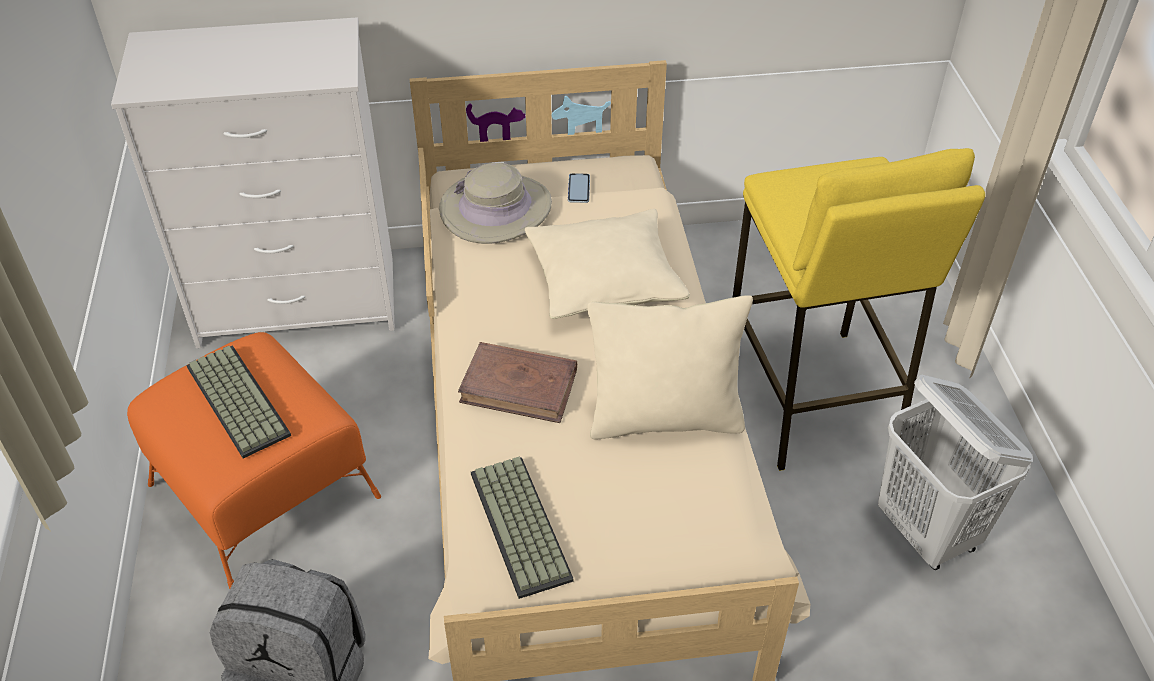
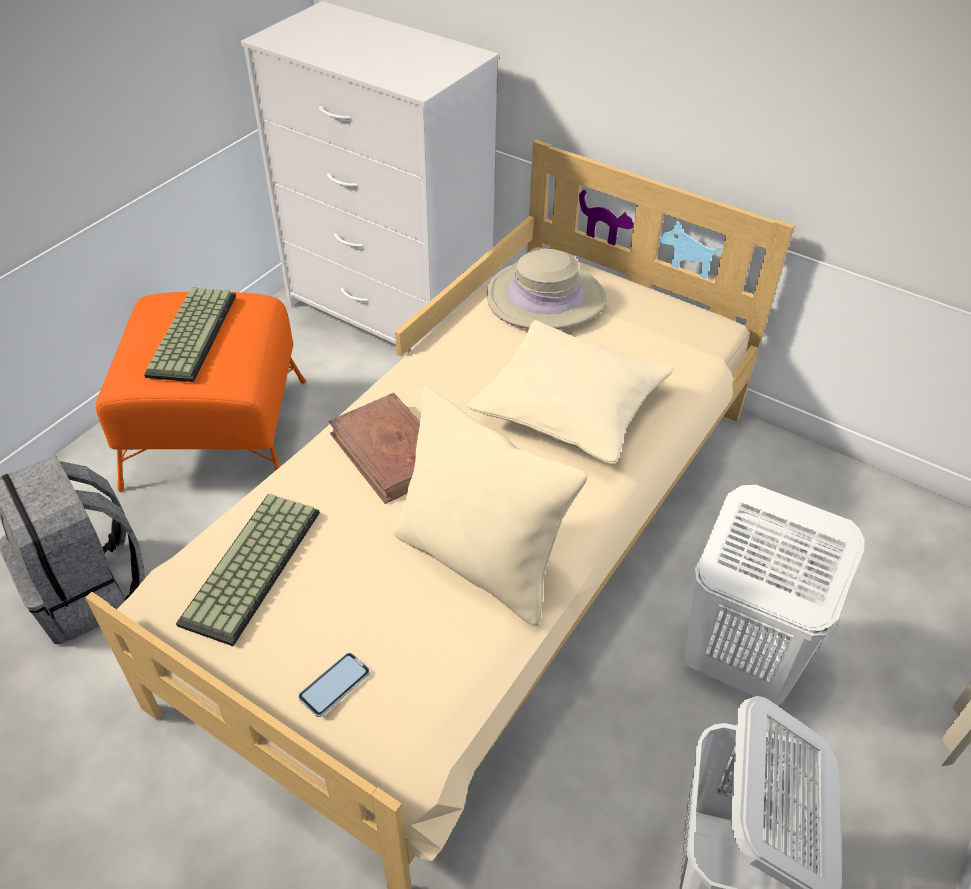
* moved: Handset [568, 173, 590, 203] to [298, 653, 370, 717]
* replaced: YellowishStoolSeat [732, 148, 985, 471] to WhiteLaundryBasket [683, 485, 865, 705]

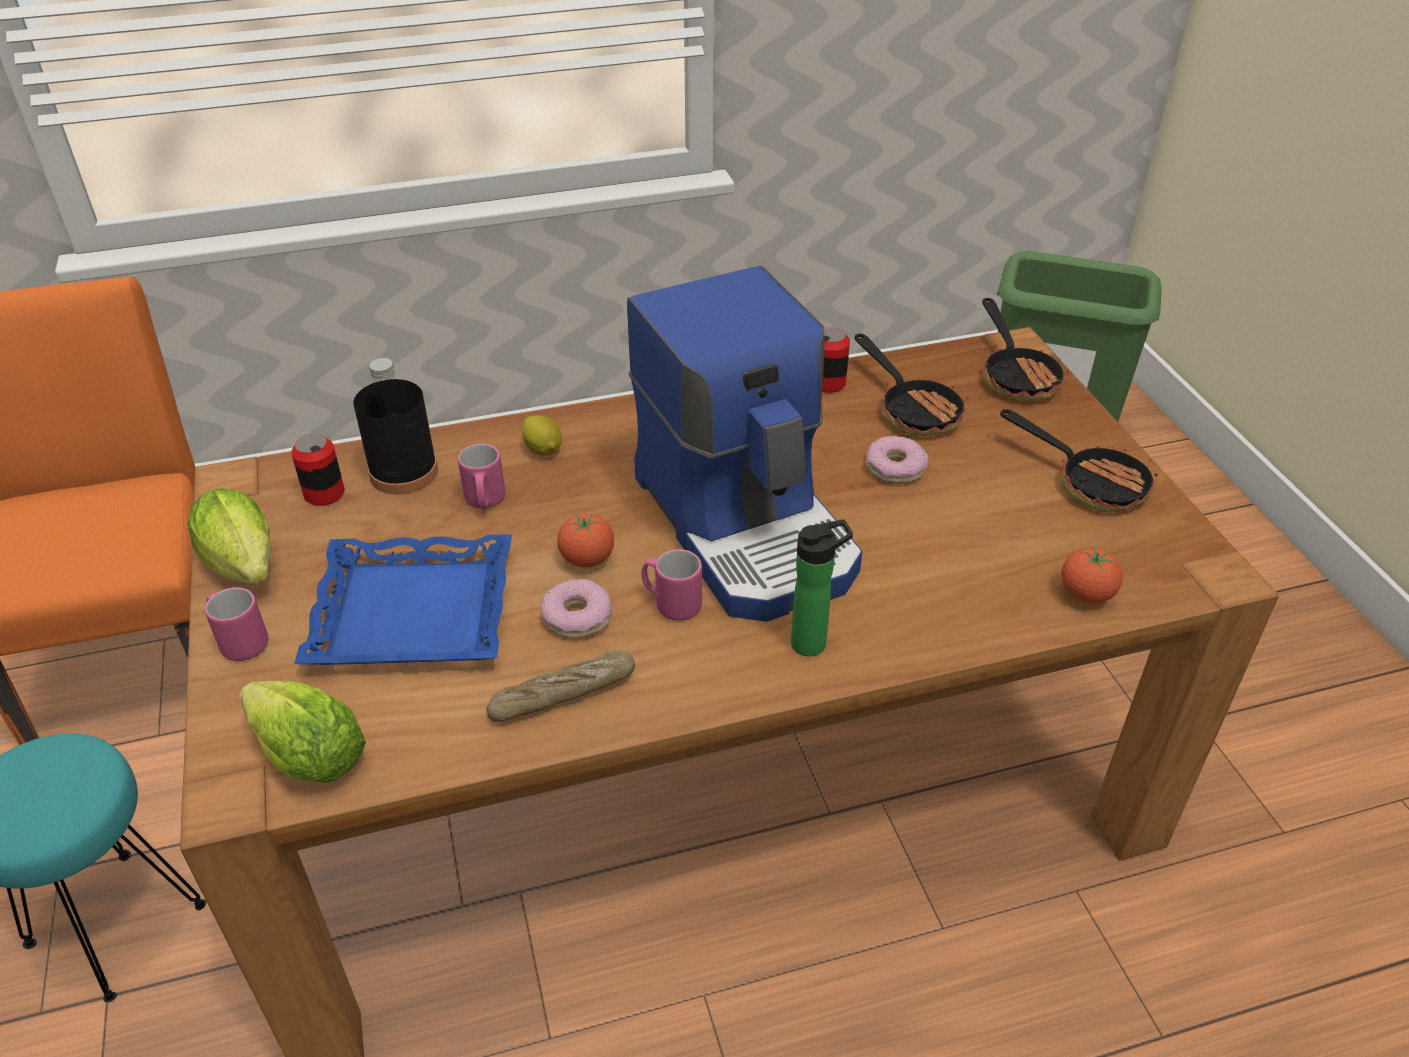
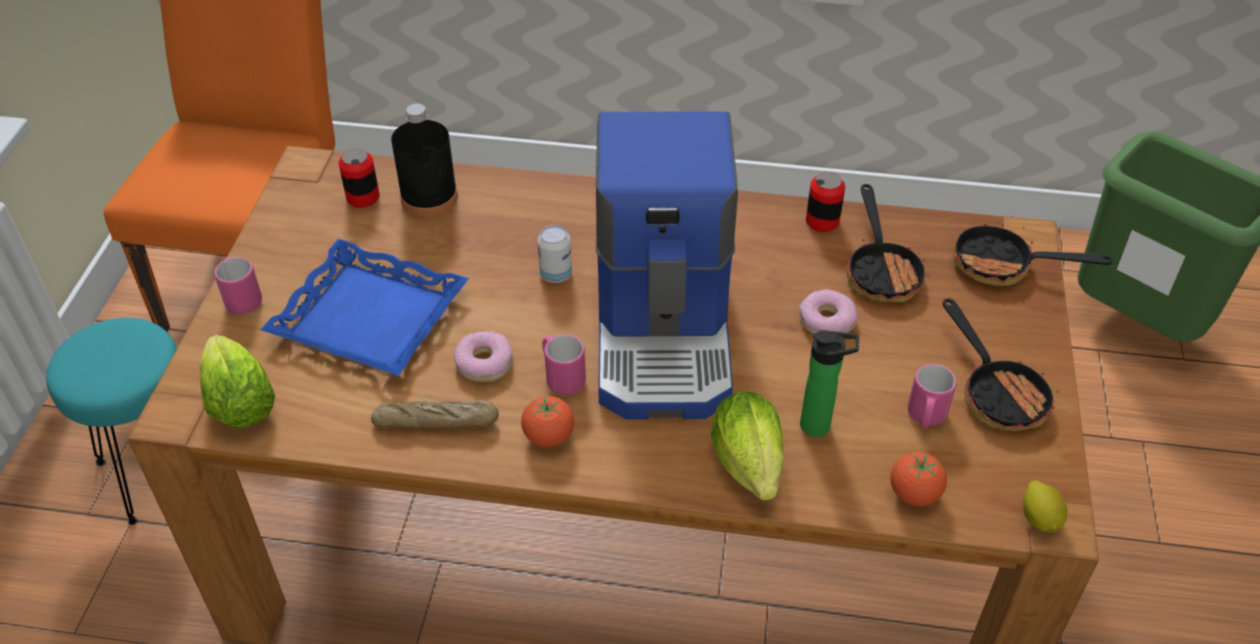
* moved: FreshTomato [557, 514, 614, 567] to [521, 396, 574, 447]
* added: SealedCan [538, 225, 572, 283]
* moved: HeadOfLettuce [187, 488, 271, 584] to [711, 391, 784, 501]
* moved: BeverageBottle [791, 519, 853, 656] to [800, 330, 859, 437]
* moved: PinkCoffeeMug [458, 444, 505, 510] to [908, 364, 957, 429]
* turned: Skillet [982, 298, 1069, 400] = [953, 216, 1113, 286] 90 degrees clockwise
* moved: WholeLemon [522, 415, 562, 456] to [1023, 480, 1068, 532]

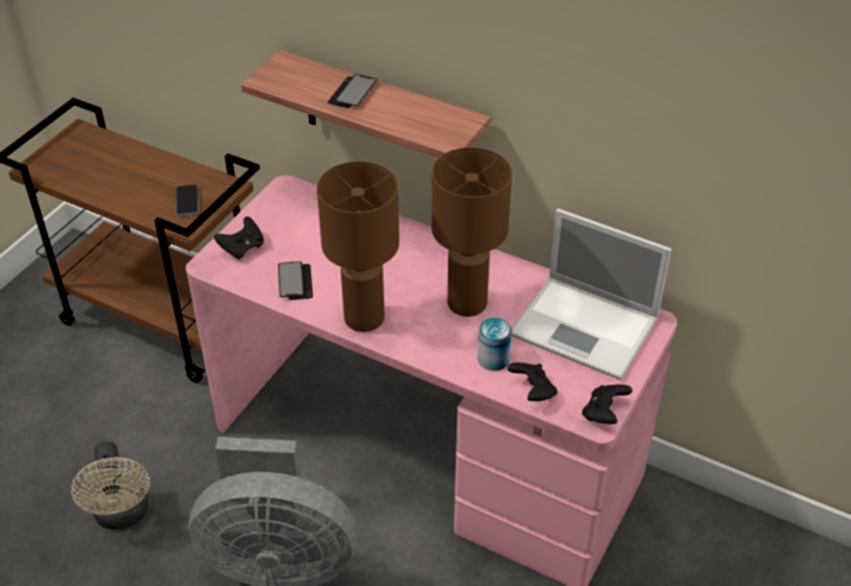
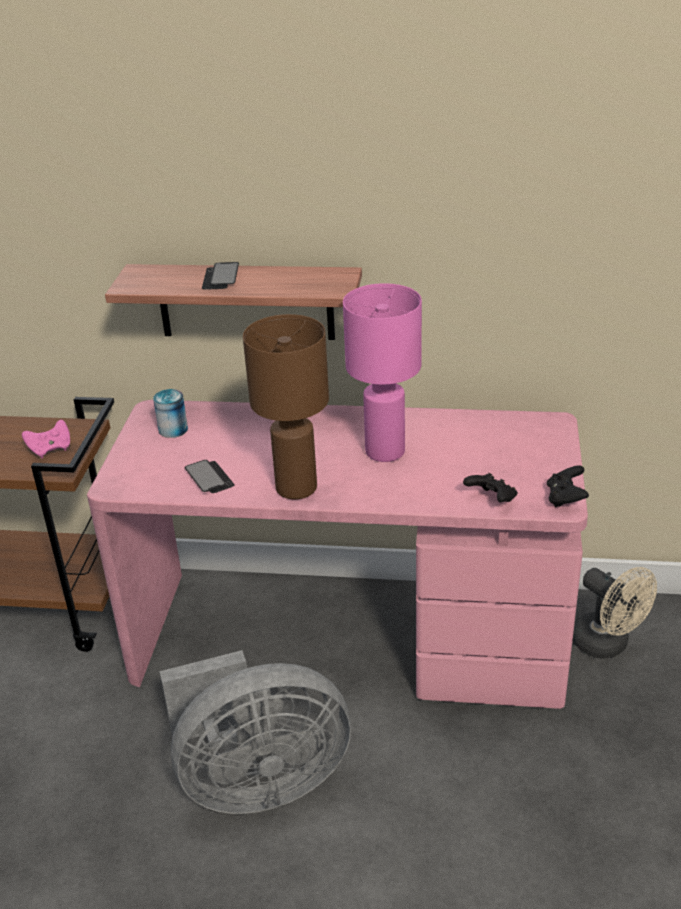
* replaced: Handset [176, 184, 199, 216] to PinkGameController [22, 420, 70, 459]
* moved: SealedCan [478, 317, 512, 371] to [153, 389, 188, 438]
* recoloured: BrownishTabletopLamp [432, 147, 512, 317] to PinkTabletopLamp [343, 283, 422, 462]
* moved: SandColouredCoolingFan [71, 441, 150, 530] to [573, 567, 657, 659]
* removed: BlackGameController [214, 216, 264, 260]
* removed: NotebookComputer [512, 209, 672, 380]

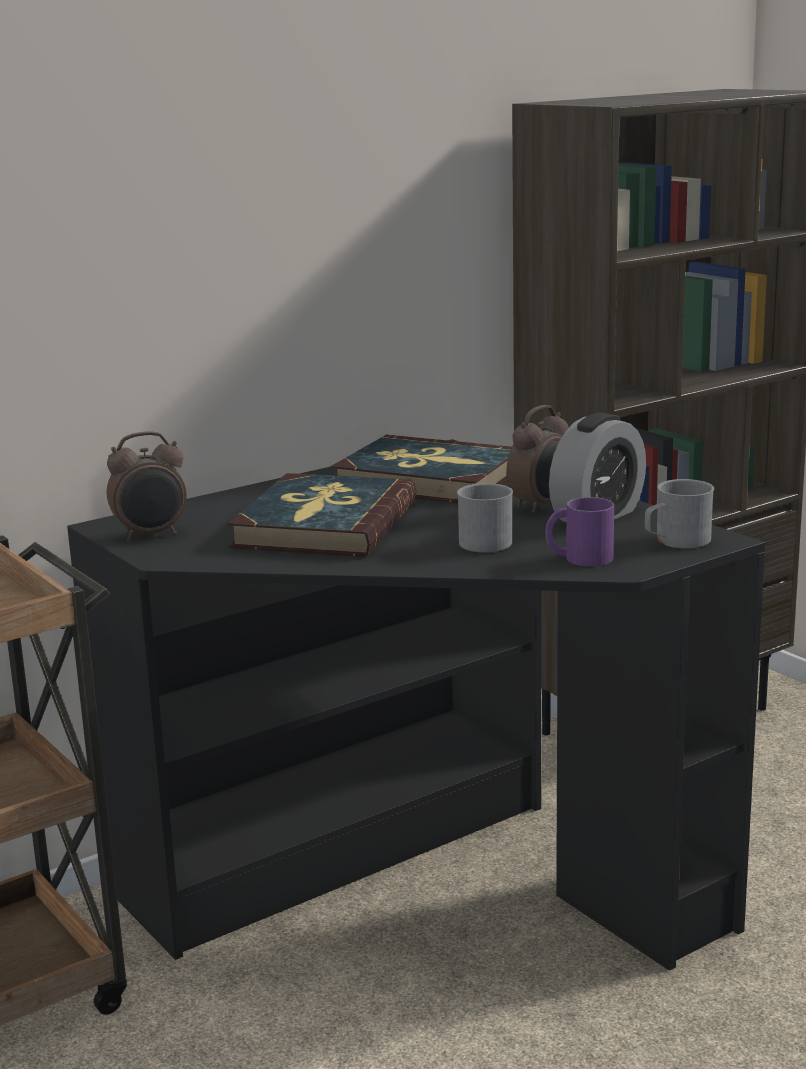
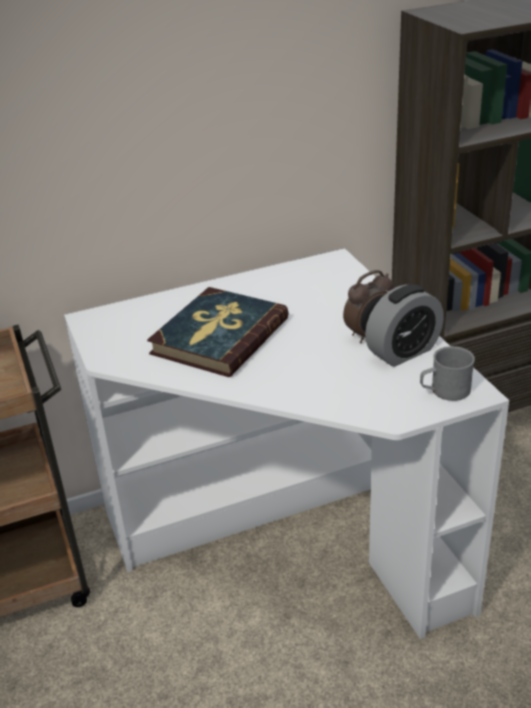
* recoloured: BlackDeskTable [67, 439, 765, 971] to WhiteDeskTable [64, 248, 509, 639]
* removed: TableClock [107, 431, 187, 541]
* removed: Volume [331, 435, 512, 503]
* removed: GrayCoffeeMug [457, 483, 513, 553]
* removed: PurpleColouredCoffeeMug [545, 497, 614, 566]

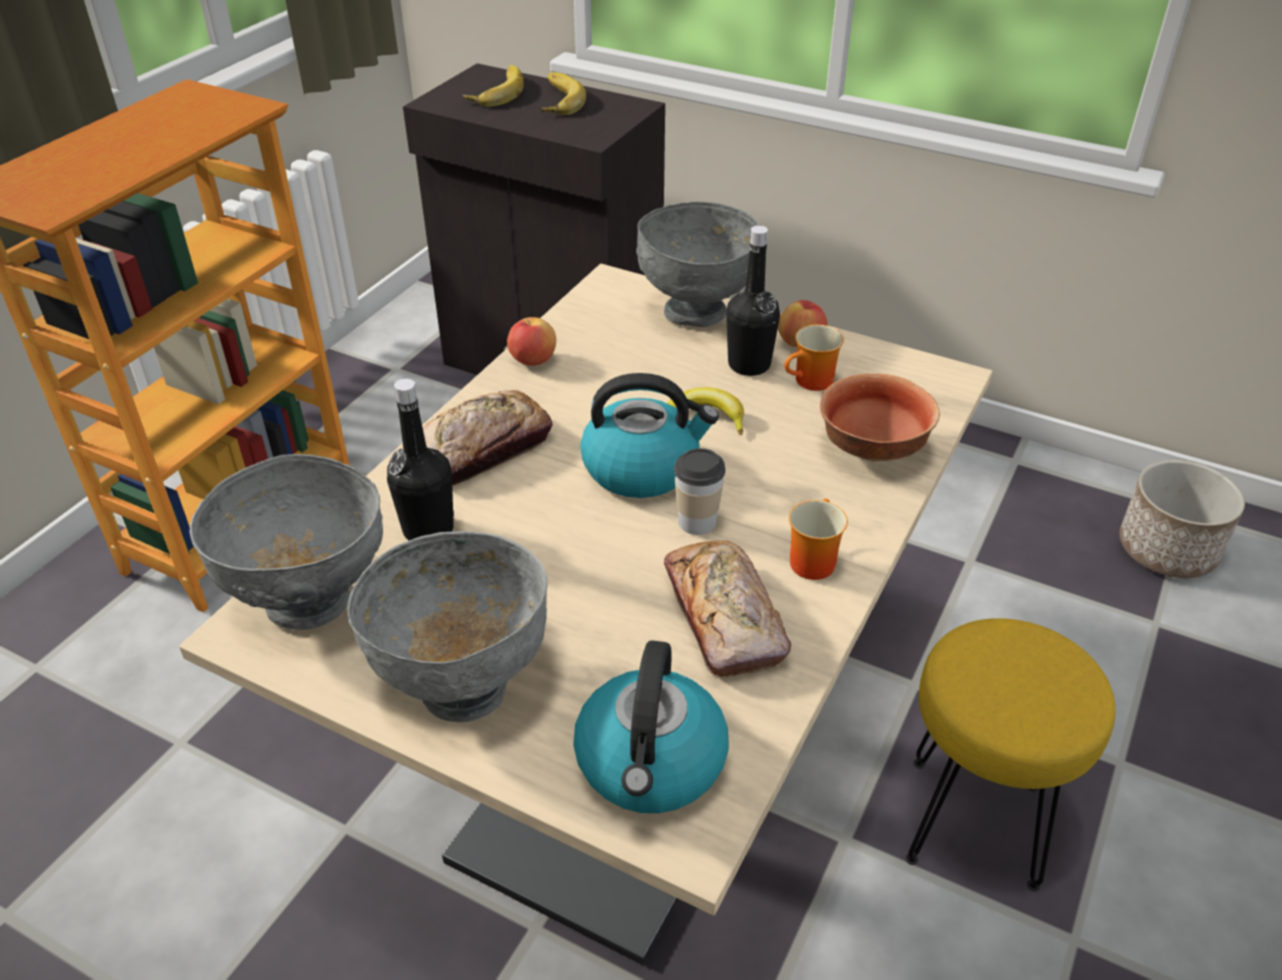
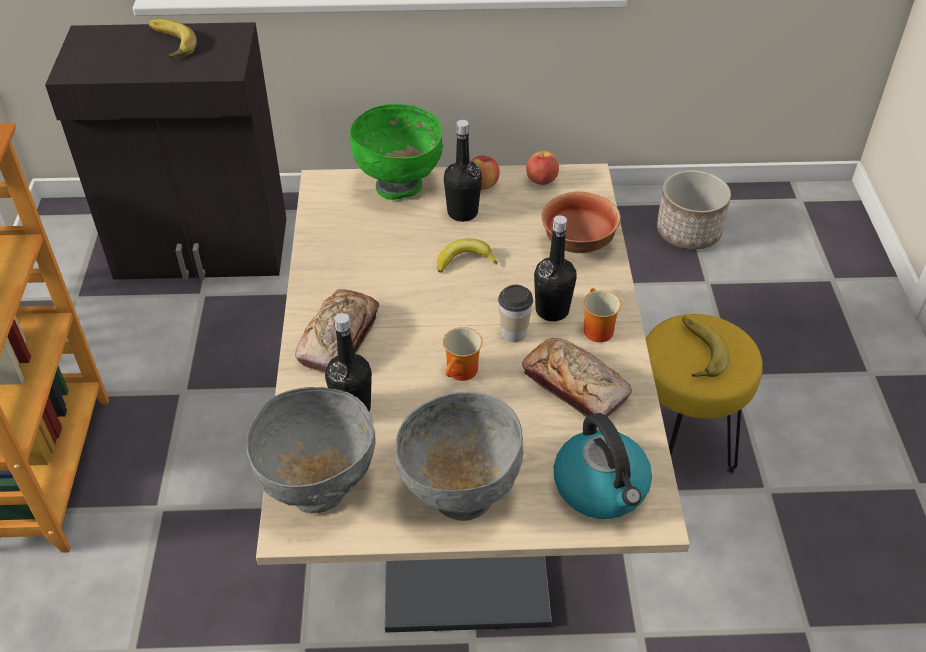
* recoloured: GrayDeepDish [636, 201, 760, 327] to GreenishDeepDish [350, 104, 443, 200]
* moved: CoffeeMug [784, 324, 844, 391] to [443, 327, 483, 381]
* moved: WholeApple [507, 317, 556, 366] to [526, 151, 559, 185]
* added: BlackBeverageBottle [534, 215, 577, 321]
* moved: Banana [462, 65, 524, 107] to [682, 316, 730, 377]
* removed: Kettle [580, 373, 719, 498]

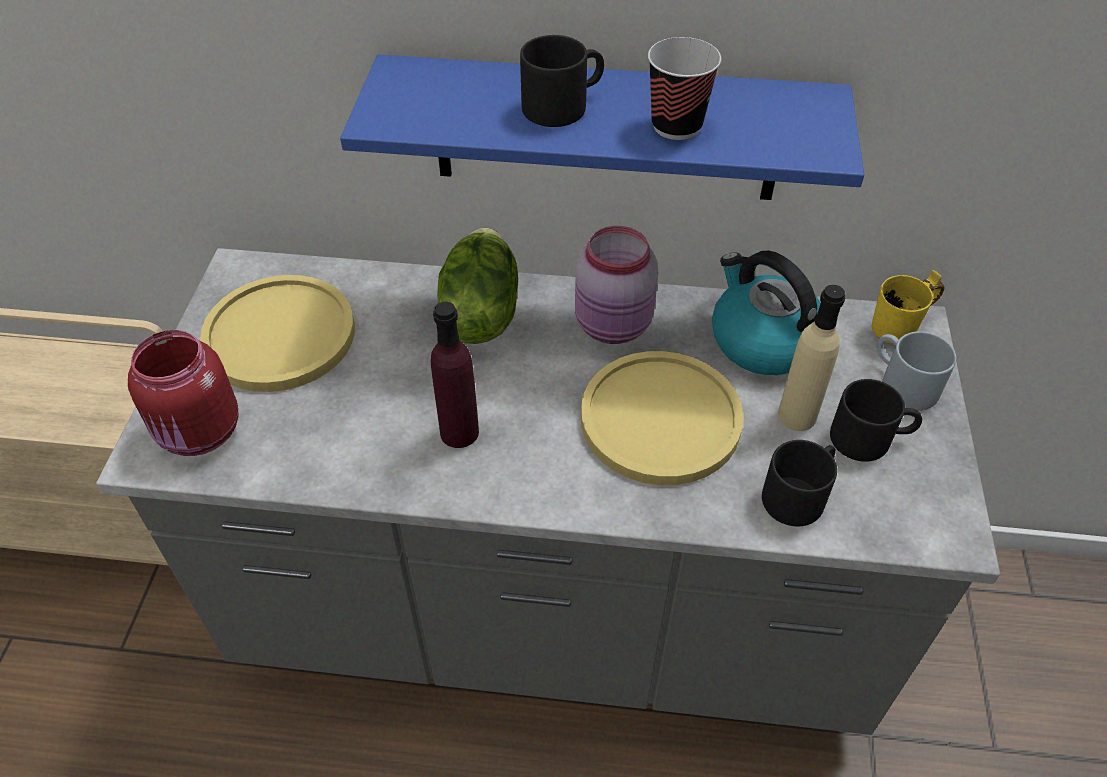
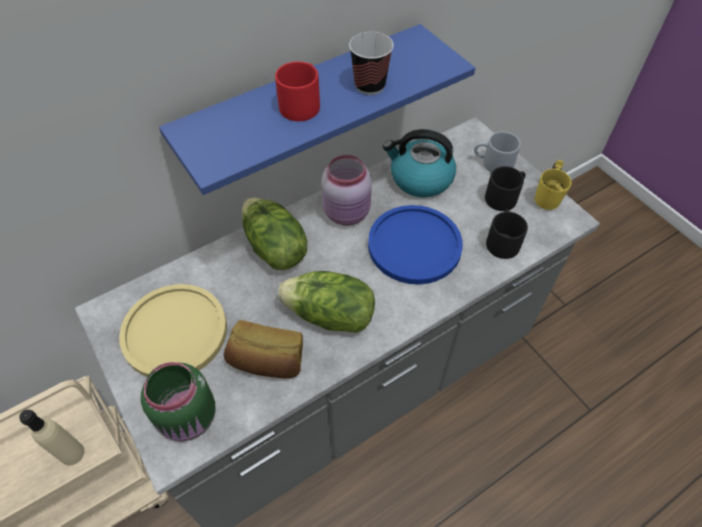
* moved: SandColouredBeverageBottle [778, 285, 845, 431] to [19, 410, 85, 466]
* recoloured: RedColouredJar [128, 330, 239, 456] to GreenishJar [141, 362, 216, 441]
* added: Bread [224, 320, 303, 379]
* recoloured: BlackCoffeeMug [520, 35, 604, 127] to RedColouredCoffeeMug [275, 61, 320, 121]
* replaced: PurpleColouredBeverageBottle [431, 302, 479, 448] to HeadOfLettuce [278, 271, 375, 333]
* recoloured: YellowishFlatDish [581, 351, 743, 485] to BluishFlatDish [368, 205, 463, 284]
* moved: YellowishCoffeeMug [872, 270, 945, 344] to [535, 160, 572, 210]

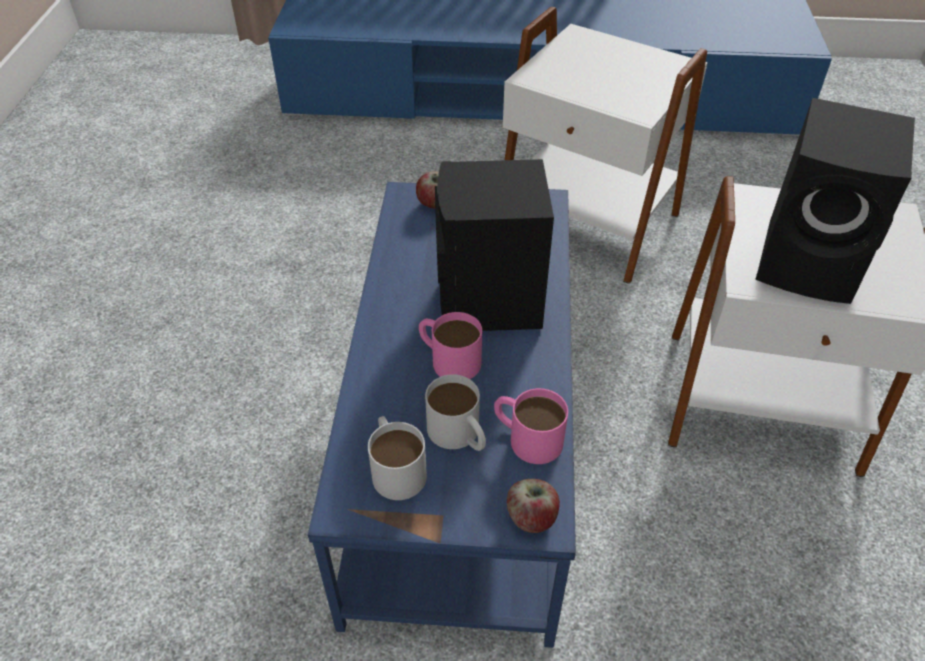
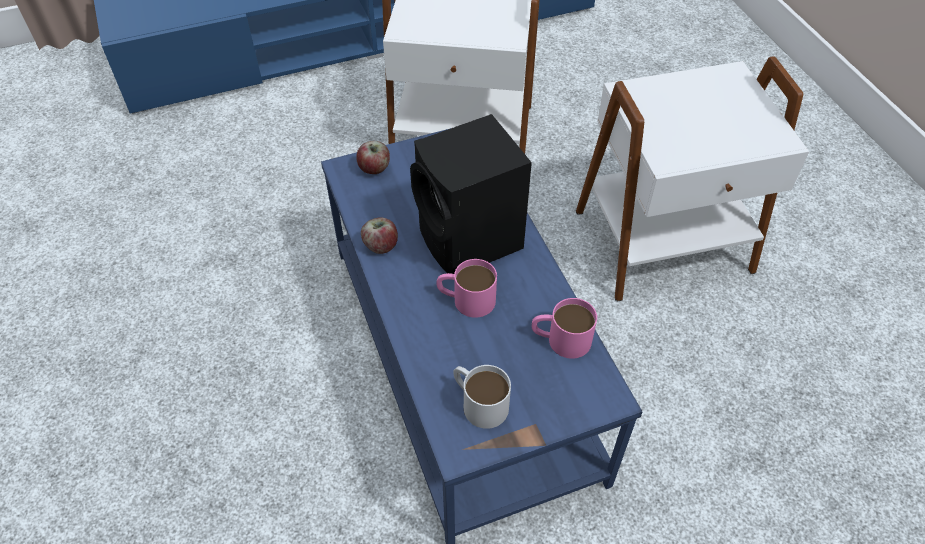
* moved: WholeApple [507, 479, 560, 533] to [361, 217, 398, 254]
* removed: WhiteCoffeeMug [425, 374, 486, 451]
* removed: BlackLoudspeaker [755, 98, 915, 304]

